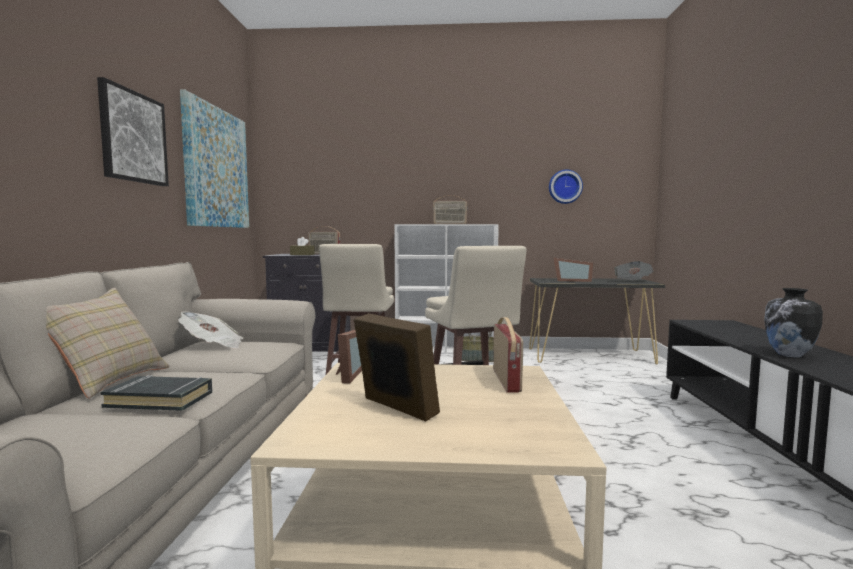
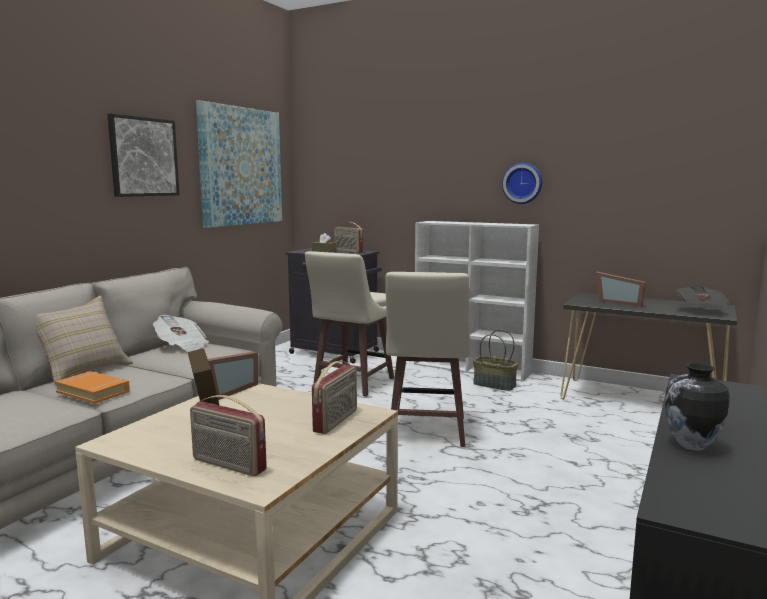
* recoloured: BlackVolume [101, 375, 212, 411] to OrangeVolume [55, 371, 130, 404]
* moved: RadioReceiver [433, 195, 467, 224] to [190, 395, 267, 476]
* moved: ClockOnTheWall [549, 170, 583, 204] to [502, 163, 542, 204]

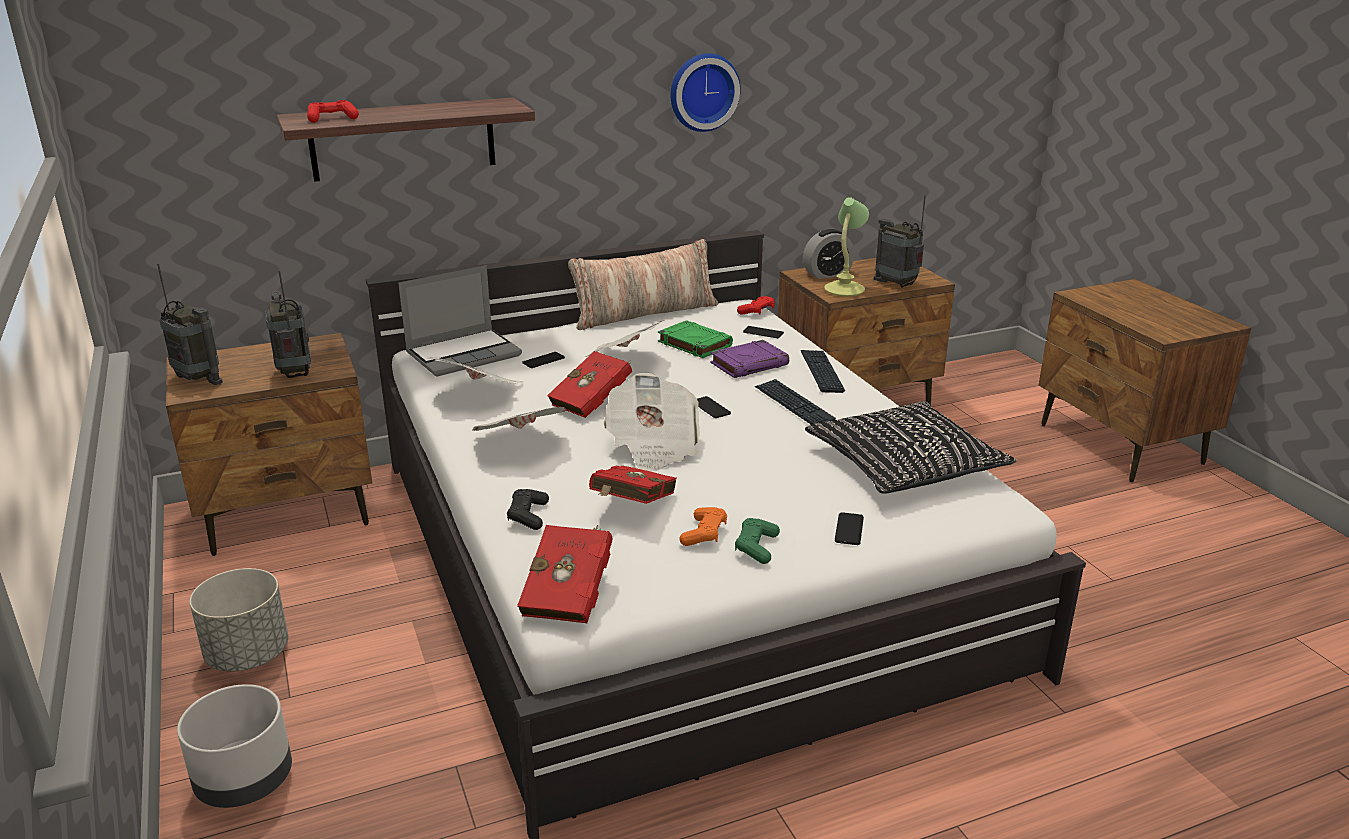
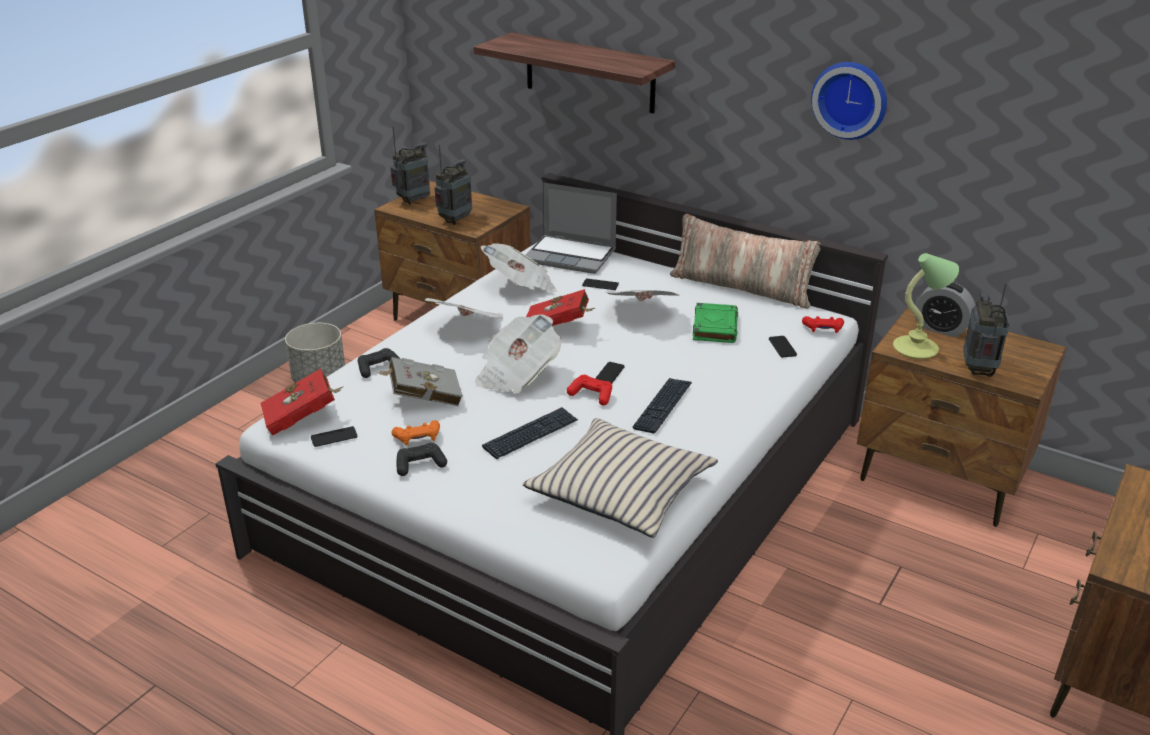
* moved: Handset [835, 512, 864, 545] to [311, 426, 357, 447]
* recoloured: RedColouredVolume [589, 466, 677, 504] to GrayVolume [377, 357, 463, 406]
* turned: RadioReceiver [157, 263, 223, 385] = [391, 126, 430, 205] 135 degrees counterclockwise
* recoloured: GreenishGameController [735, 518, 780, 564] to BlackGameController [396, 442, 447, 476]
* moved: PcKeyboard [801, 350, 845, 393] to [482, 407, 578, 459]
* recoloured: BlackPillow [805, 401, 1017, 494] to SandColouredPillow [523, 418, 718, 538]
* moved: RedColouredGameController [307, 100, 359, 123] to [567, 375, 612, 405]
* removed: GrayPlantPot [177, 684, 292, 808]
* removed: PurpleColouredVolume [710, 340, 789, 378]

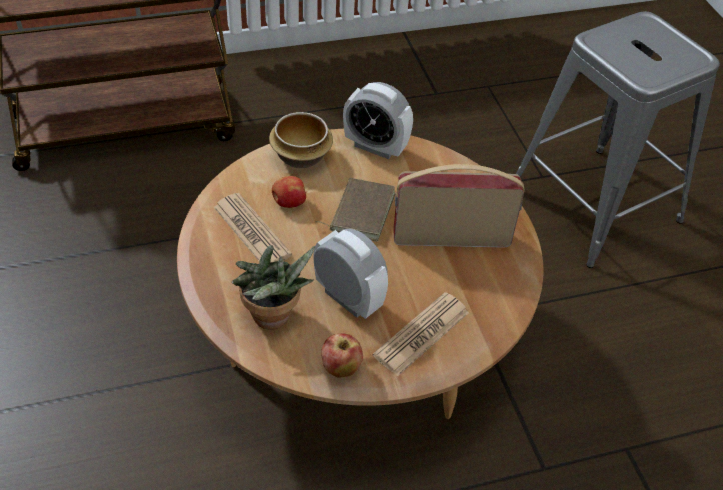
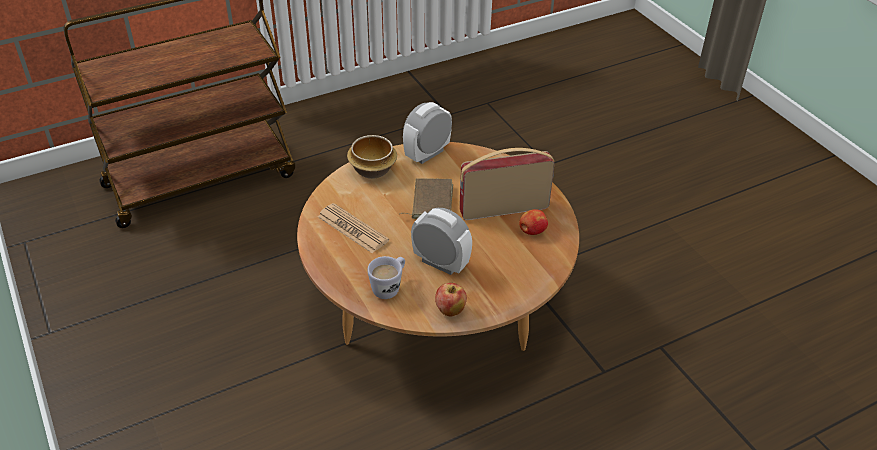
* replaced: PottedPlant [232, 245, 315, 329] to WhiteCoffeeMug [367, 256, 405, 299]
* turned: TableClock [343, 82, 413, 159] = [403, 102, 452, 164] 120 degrees clockwise
* moved: WholeApple [272, 176, 306, 208] to [519, 209, 548, 235]
* removed: Newspaper [373, 292, 469, 376]
* removed: GrayStoolSeat [516, 11, 720, 268]

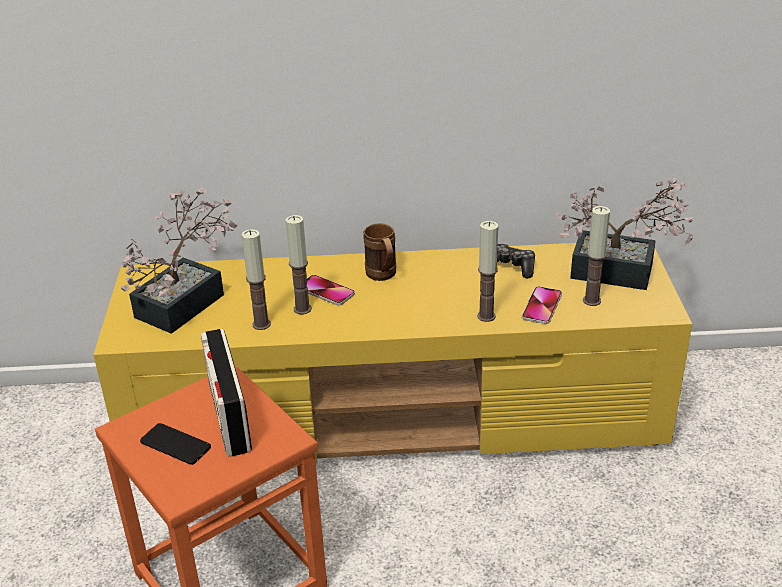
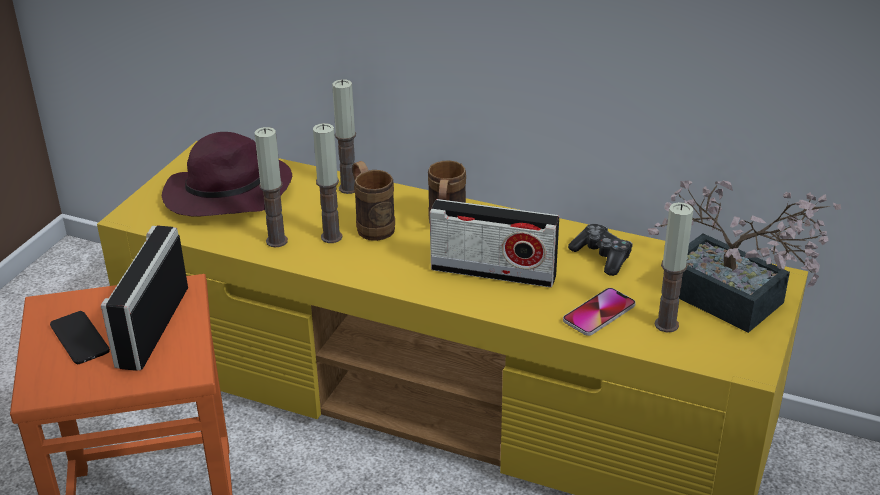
* replaced: PottedPlant [121, 188, 238, 334] to PurpleColouredWearableHat [162, 132, 292, 217]
* moved: WaxCandle [477, 221, 498, 322] to [332, 79, 356, 194]
* replaced: Handset [307, 275, 355, 305] to BrownishCoffeeMug [352, 161, 395, 241]
* added: RadioReceiver [430, 199, 559, 288]

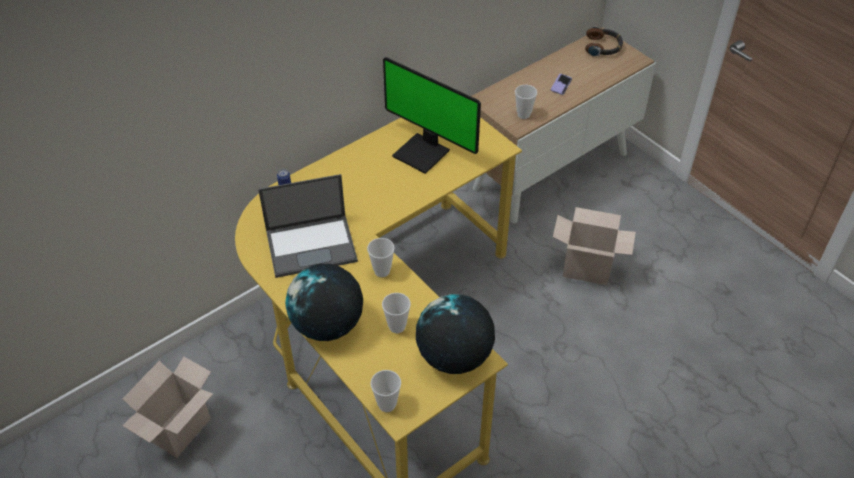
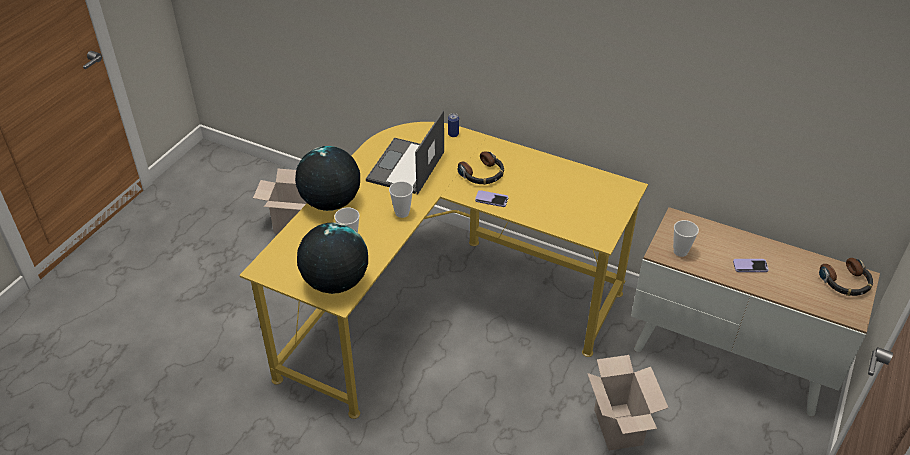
* turned: NotebookComputer [258, 174, 358, 278] = [366, 110, 444, 195] 60 degrees clockwise
* added: Headset [458, 151, 504, 185]
* added: Handset [475, 190, 508, 207]
* removed: Cup [370, 370, 401, 412]
* removed: Monitor [383, 57, 481, 174]

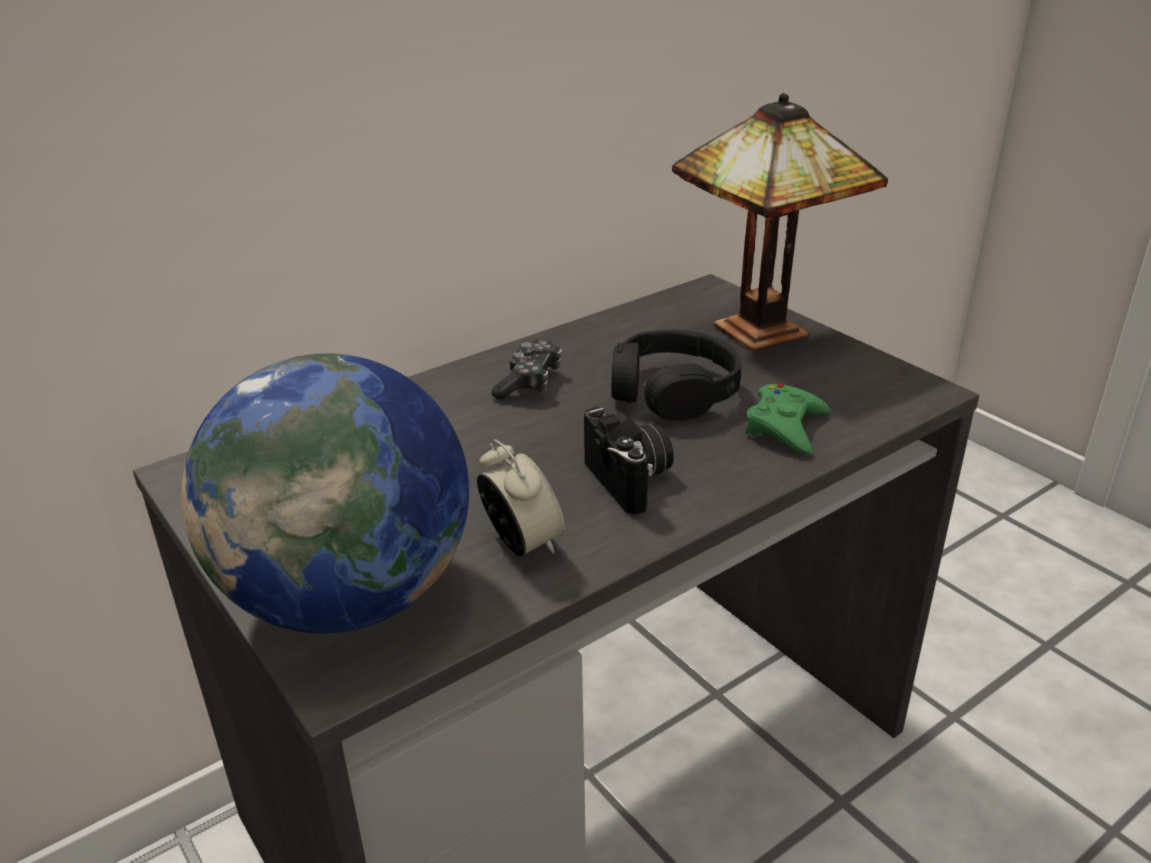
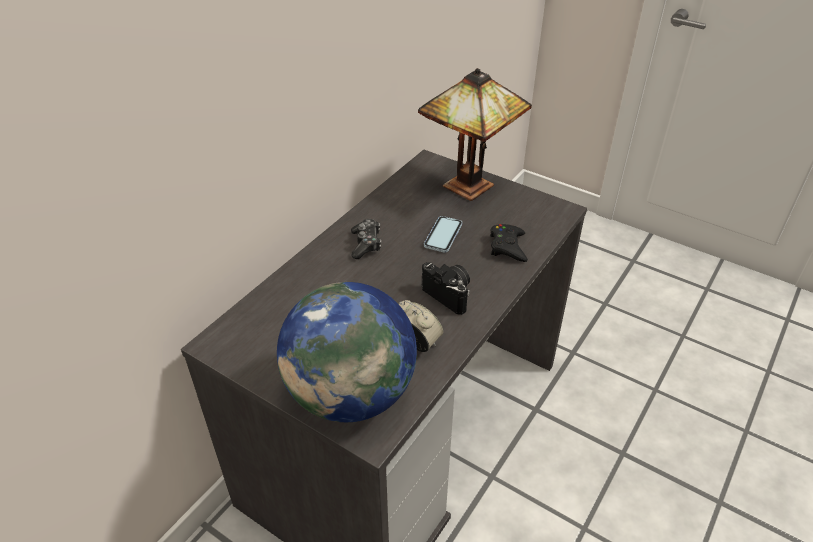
* replaced: BlackHeadset [611, 330, 741, 421] to Handset [424, 216, 462, 253]
* recoloured: GreenishGameController [745, 383, 831, 455] to BlackGameController [490, 224, 528, 262]

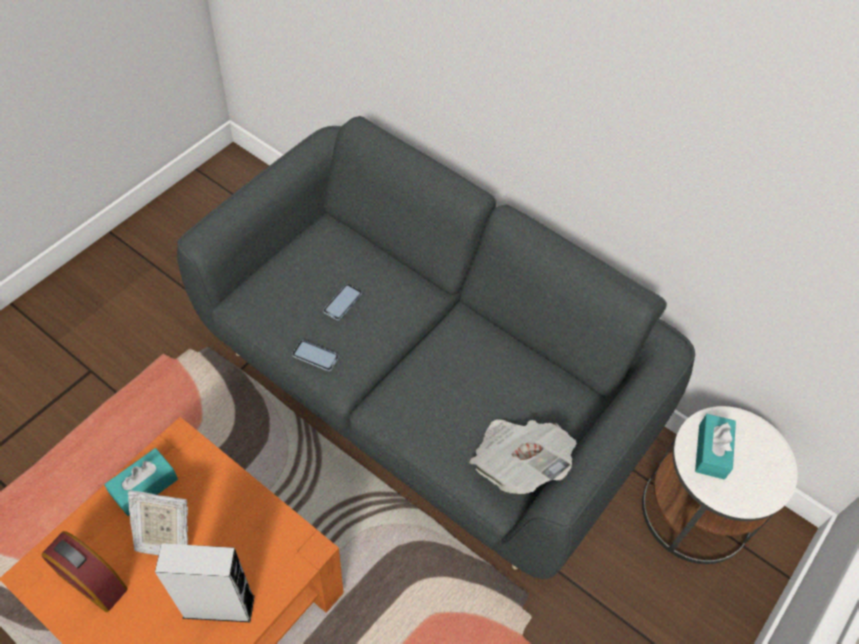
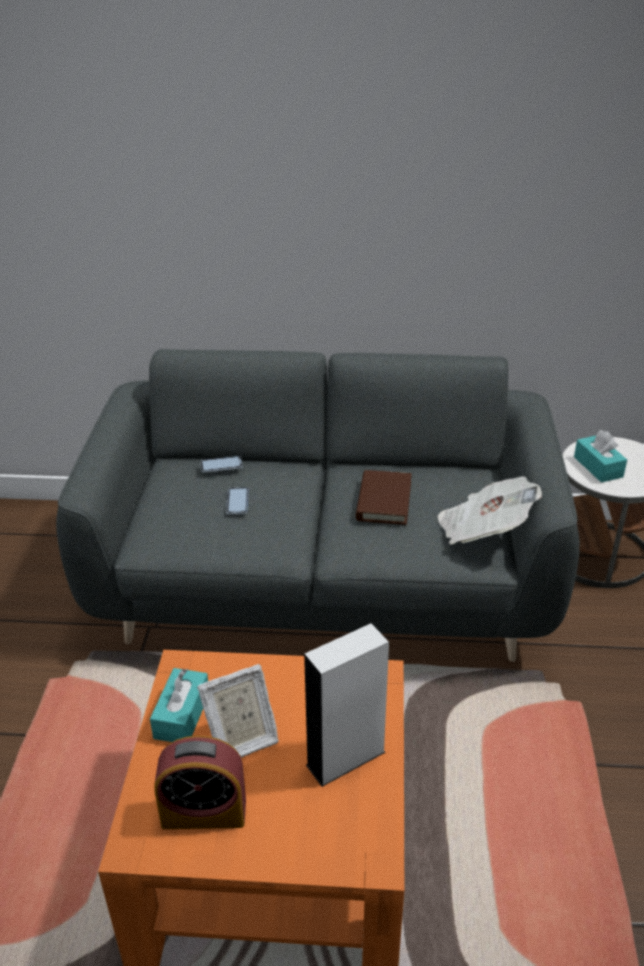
* moved: Handset [292, 340, 339, 371] to [200, 456, 243, 473]
* added: BrownishVolume [356, 470, 412, 525]

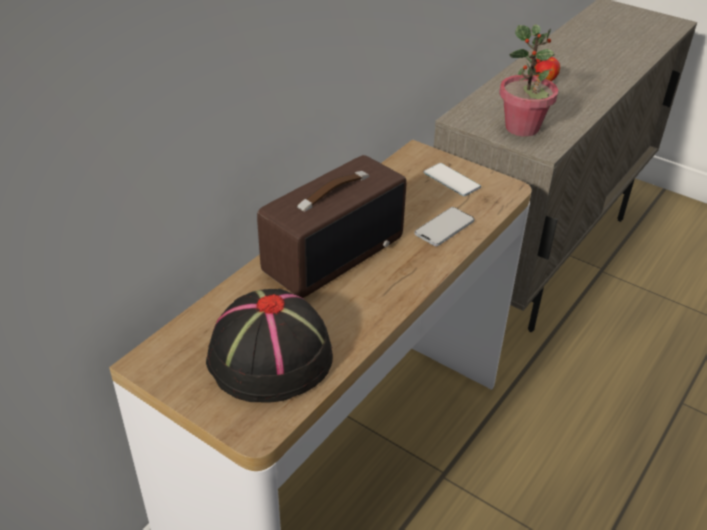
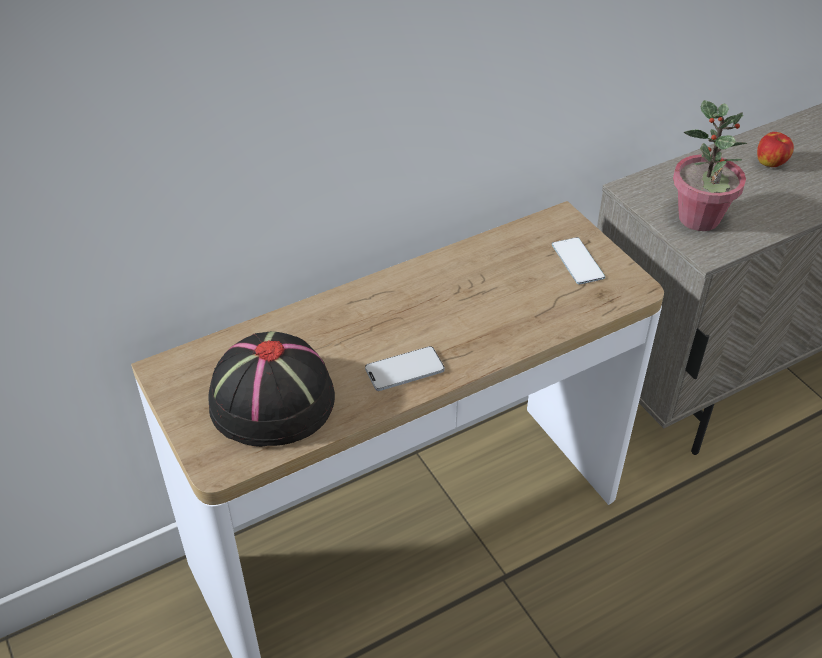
* moved: Handset [414, 207, 474, 246] to [365, 346, 445, 391]
* removed: RadioReceiver [257, 155, 406, 298]

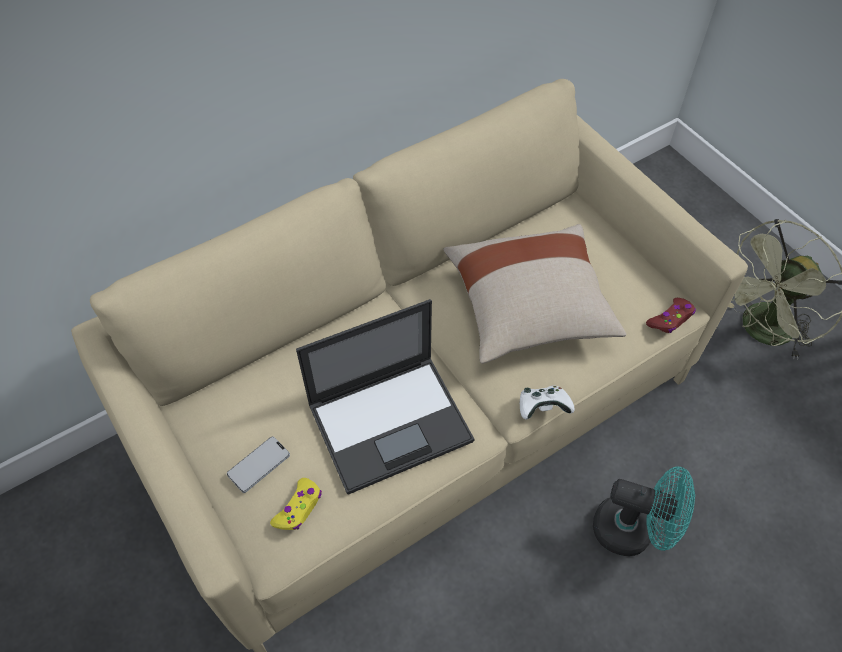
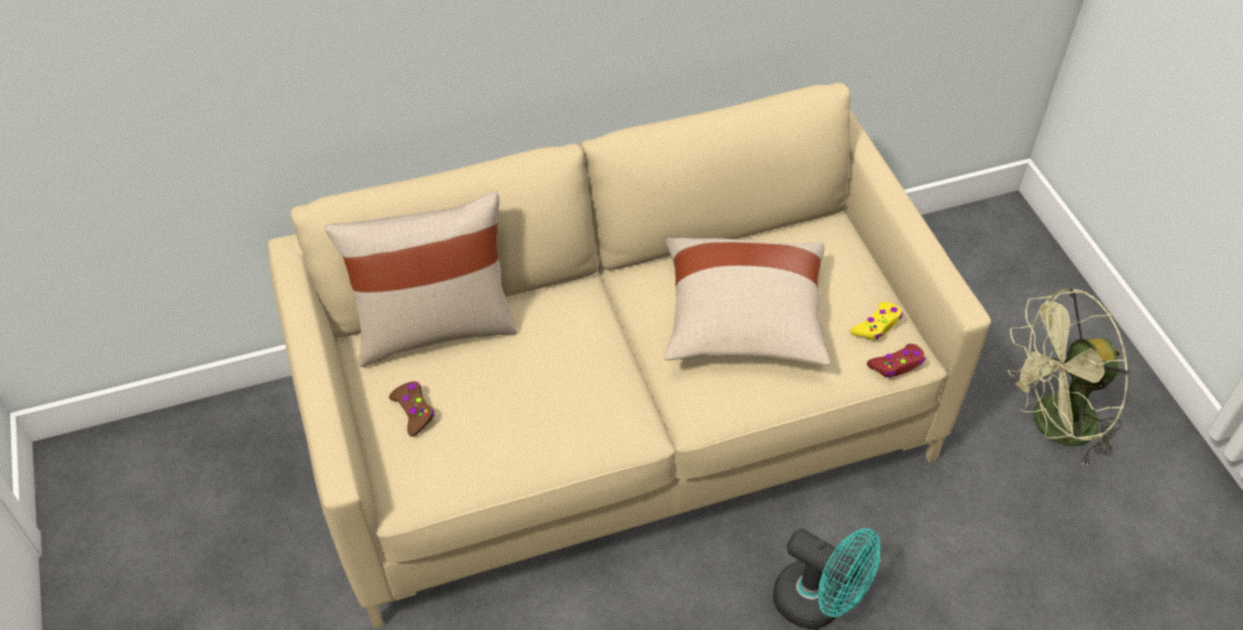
* added: SandColouredPillow [325, 191, 518, 367]
* replaced: Handset [227, 436, 290, 493] to BrownishGameController [389, 381, 434, 437]
* moved: YellowishGameController [270, 478, 322, 530] to [850, 302, 903, 340]
* removed: NotebookComputer [296, 299, 474, 495]
* removed: WhiteGameController [520, 386, 575, 420]

